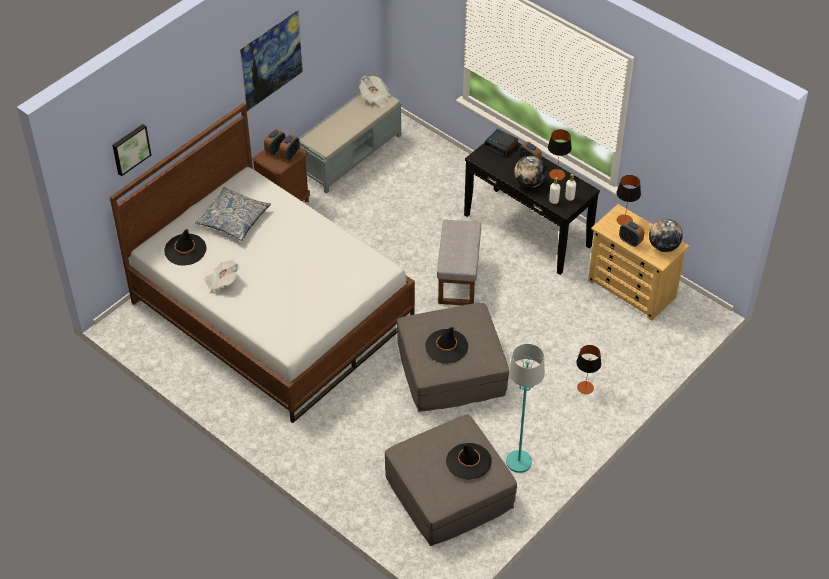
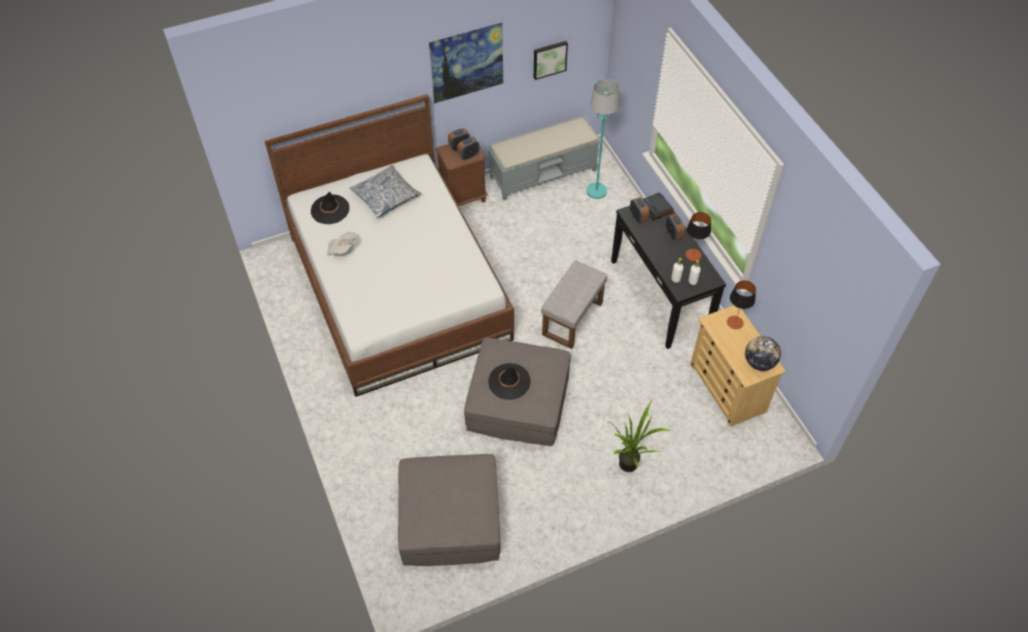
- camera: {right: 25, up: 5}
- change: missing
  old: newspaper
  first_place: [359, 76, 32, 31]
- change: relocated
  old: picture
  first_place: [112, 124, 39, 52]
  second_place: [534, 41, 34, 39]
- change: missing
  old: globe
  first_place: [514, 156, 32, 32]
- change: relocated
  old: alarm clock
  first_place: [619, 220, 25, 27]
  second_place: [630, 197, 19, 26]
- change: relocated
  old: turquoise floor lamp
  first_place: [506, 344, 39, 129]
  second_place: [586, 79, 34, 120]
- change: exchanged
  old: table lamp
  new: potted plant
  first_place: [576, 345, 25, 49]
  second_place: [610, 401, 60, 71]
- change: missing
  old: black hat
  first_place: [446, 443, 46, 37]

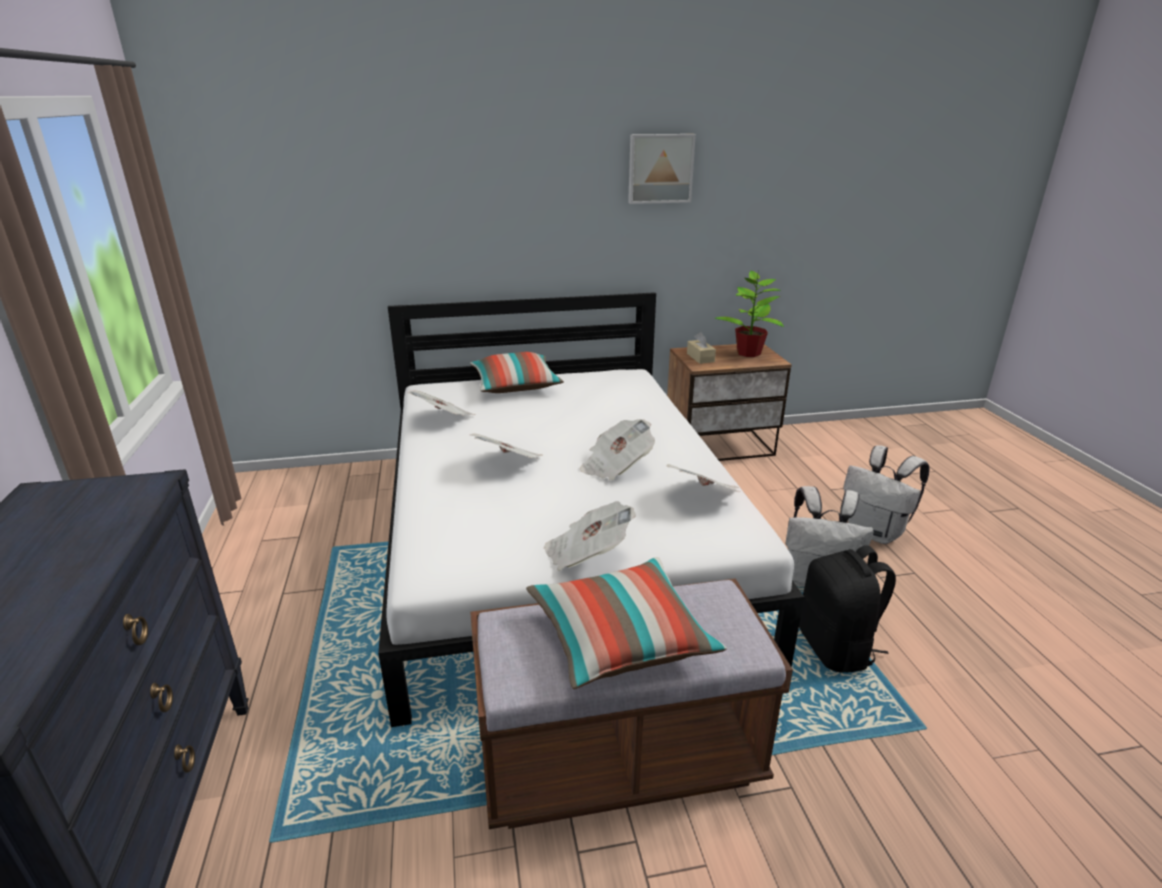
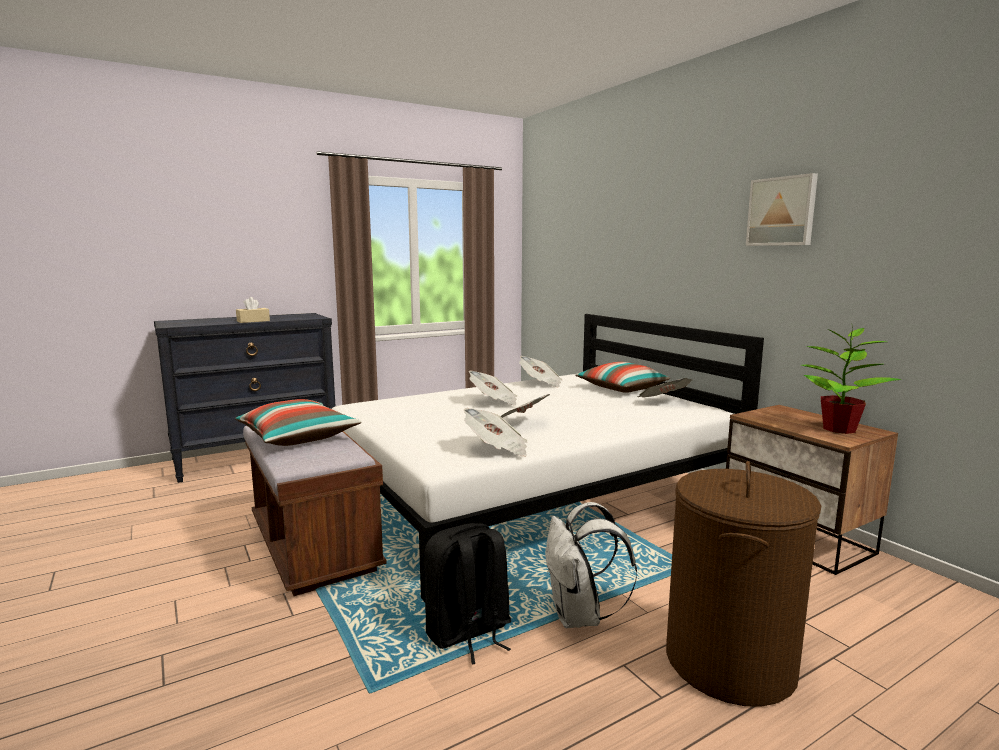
- camera: {right: 70, up: -15}
- change: relocated
  old: beige tissue box
  first_place: [687, 332, 29, 32]
  second_place: [236, 297, 34, 26]
- change: exchanged
  old: white backpack
  new: brown laundry basket
  first_place: [843, 445, 87, 99]
  second_place: [666, 461, 155, 246]
- change: relocated
  old: newspaper
  first_place: [544, 501, 92, 70]
  second_place: [637, 378, 55, 19]

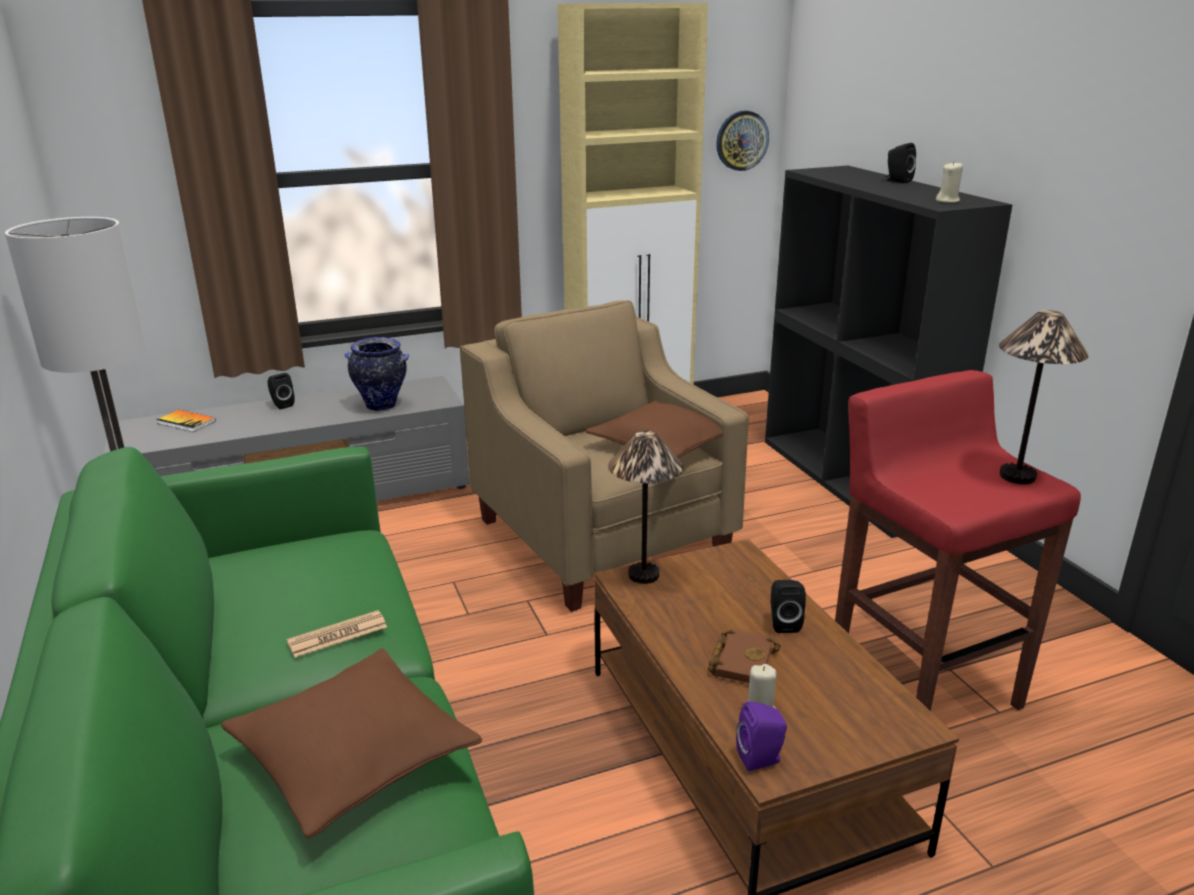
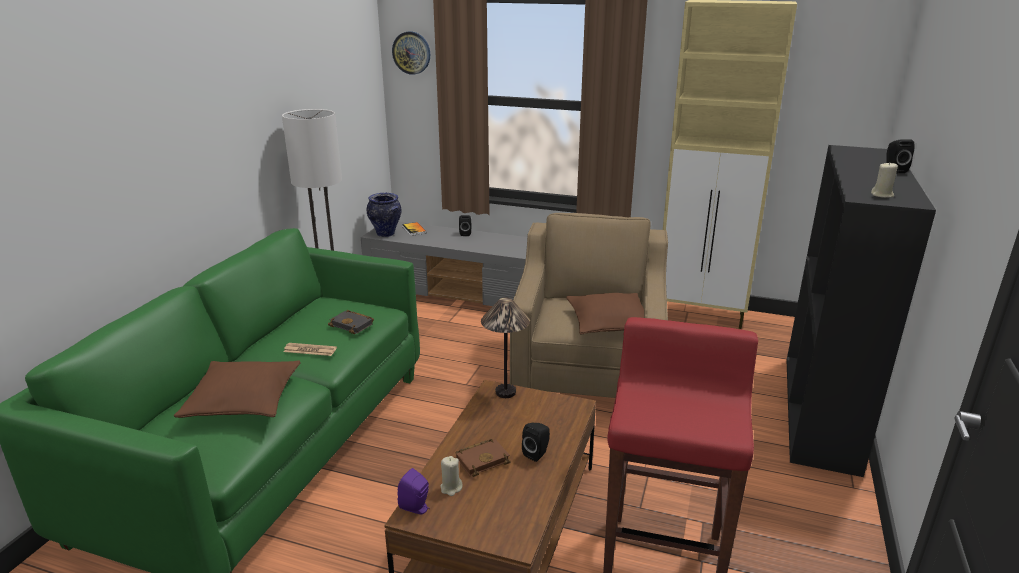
- camera: {right: 40, up: 0}
- change: relocated
  old: wall clock
  first_place: [716, 111, 53, 60]
  second_place: [392, 31, 38, 44]
- change: missing
  old: table lamp
  first_place: [999, 310, 90, 174]
- change: relocated
  old: vase
  first_place: [345, 337, 64, 74]
  second_place: [367, 193, 34, 44]
- change: appeared
  new: black book
  second_place: [328, 310, 46, 24]

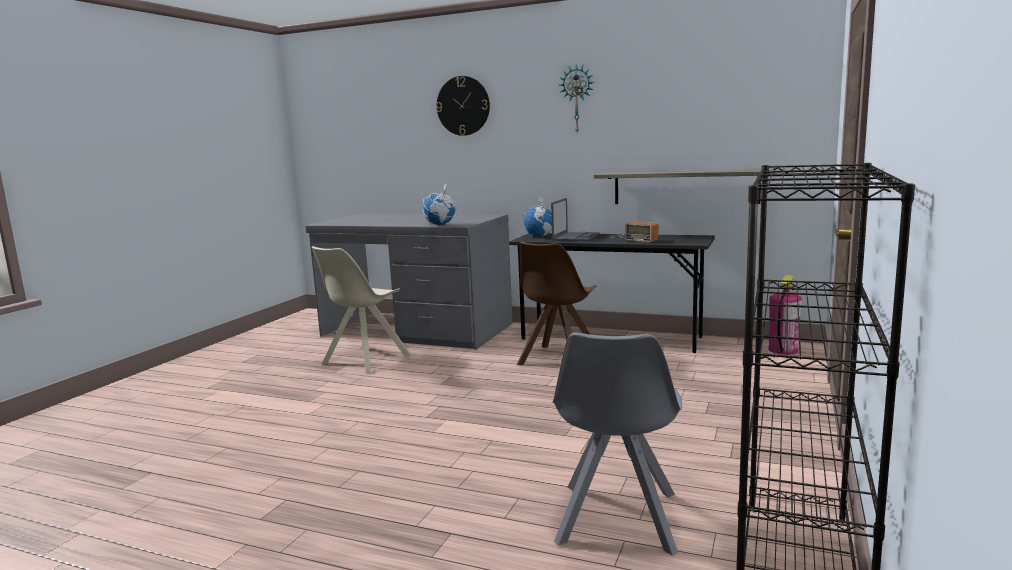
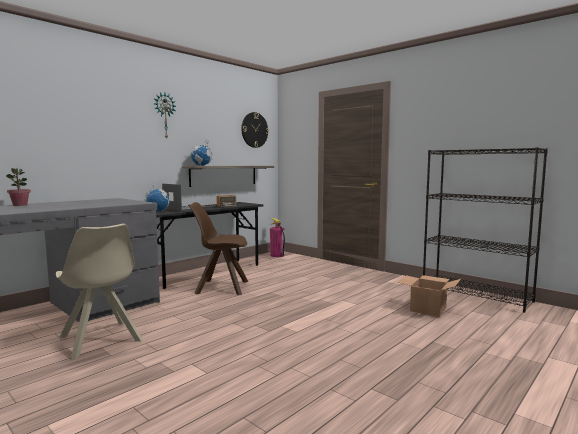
- camera: {right: -70, up: -5}
- change: relocated
  old: wall clock
  first_place: [436, 76, 54, 60]
  second_place: [241, 112, 28, 36]
- change: relocated
  old: globe
  first_place: [423, 184, 35, 41]
  second_place: [191, 139, 22, 27]
- change: spun
  old: brown chair
  first_place: [517, 242, 80, 123]
  second_place: [188, 202, 60, 93]
  degrees: 135
- change: exchanged
  old: grey chair
  new: cardboard box
  first_place: [552, 332, 130, 224]
  second_place: [397, 275, 64, 42]
- change: appeared
  new: potted plant
  second_place: [6, 168, 25, 38]

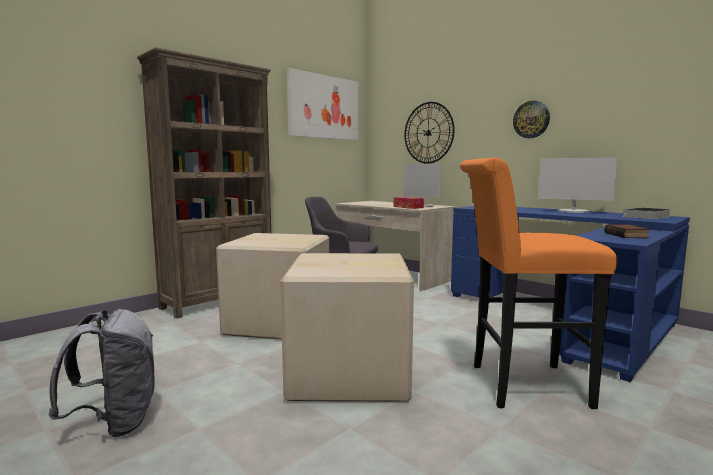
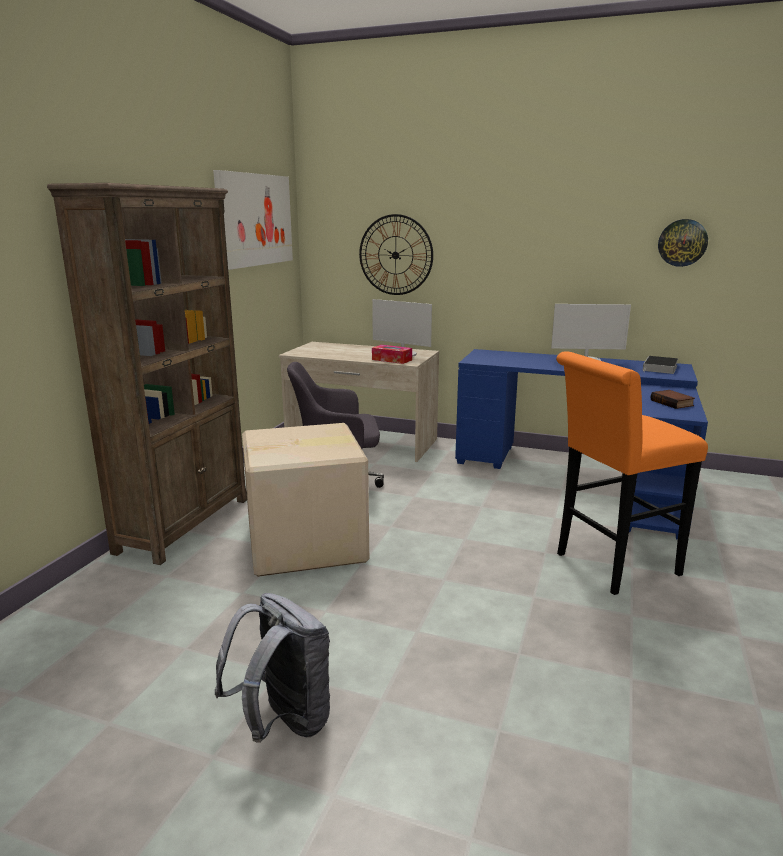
- camera: {right: -25, up: 10}
- change: relocated
  old: wall clock
  first_place: [513, 101, 37, 37]
  second_place: [658, 219, 50, 48]
- change: missing
  old: cardboard box
  first_place: [280, 253, 134, 149]

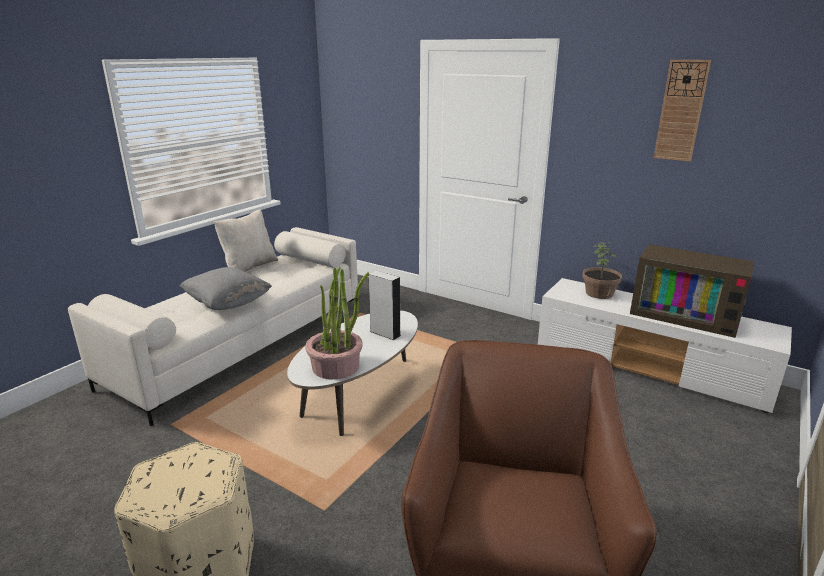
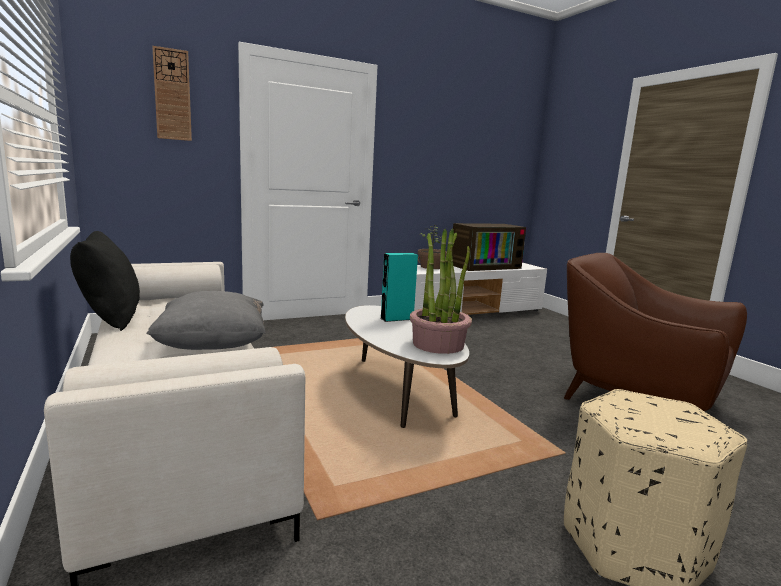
- camera: {right: -60, up: -10}
- change: relocated
  old: wall clock
  first_place: [654, 60, 57, 102]
  second_place: [152, 46, 40, 95]
- change: colour
  old: beige pillow
  new: black pillow
  first_place: [213, 209, 65, 63]
  second_place: [70, 231, 70, 100]
- change: colour
  old: grey speaker
  new: turquoise speaker
  first_place: [369, 271, 32, 69]
  second_place: [380, 253, 38, 69]

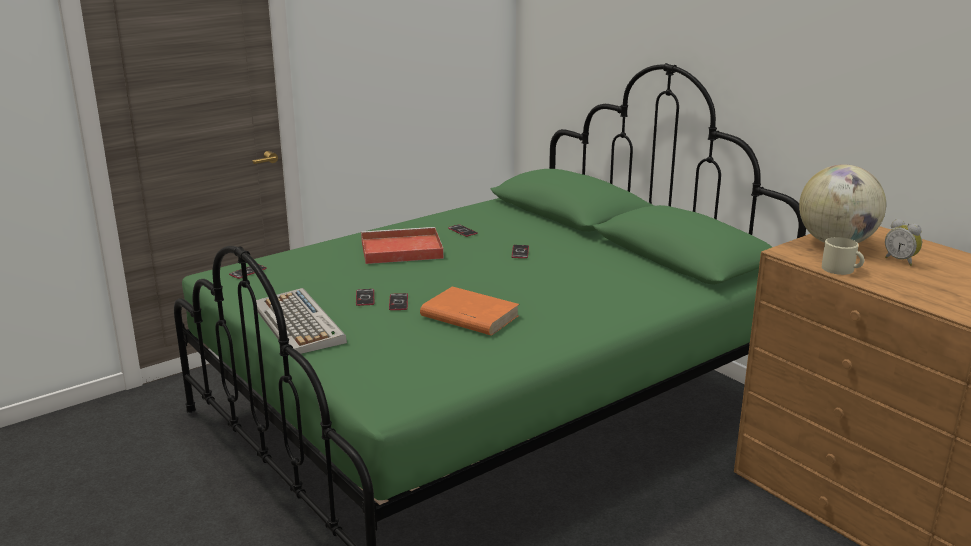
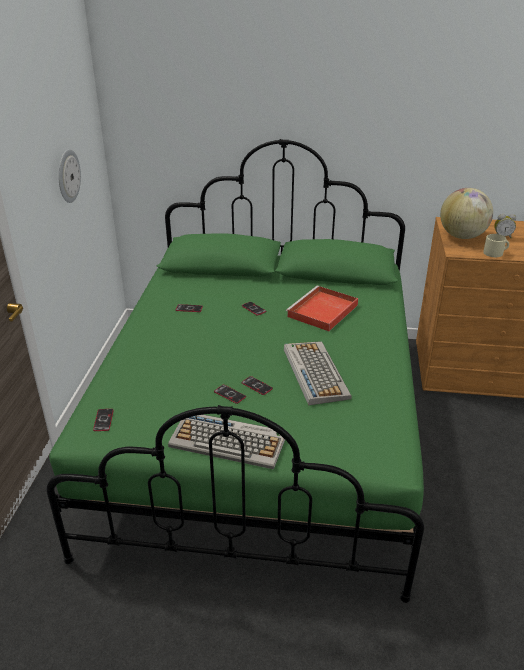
- camera: {right: -45, up: 10}
- change: relocated
  old: red tray
  first_place: [361, 227, 83, 37]
  second_place: [286, 286, 72, 45]
- change: exchanged
  old: orange book
  new: keyboard
  first_place: [420, 286, 100, 49]
  second_place: [284, 341, 68, 64]
- change: appeared
  new: wall clock
  second_place: [58, 149, 23, 54]

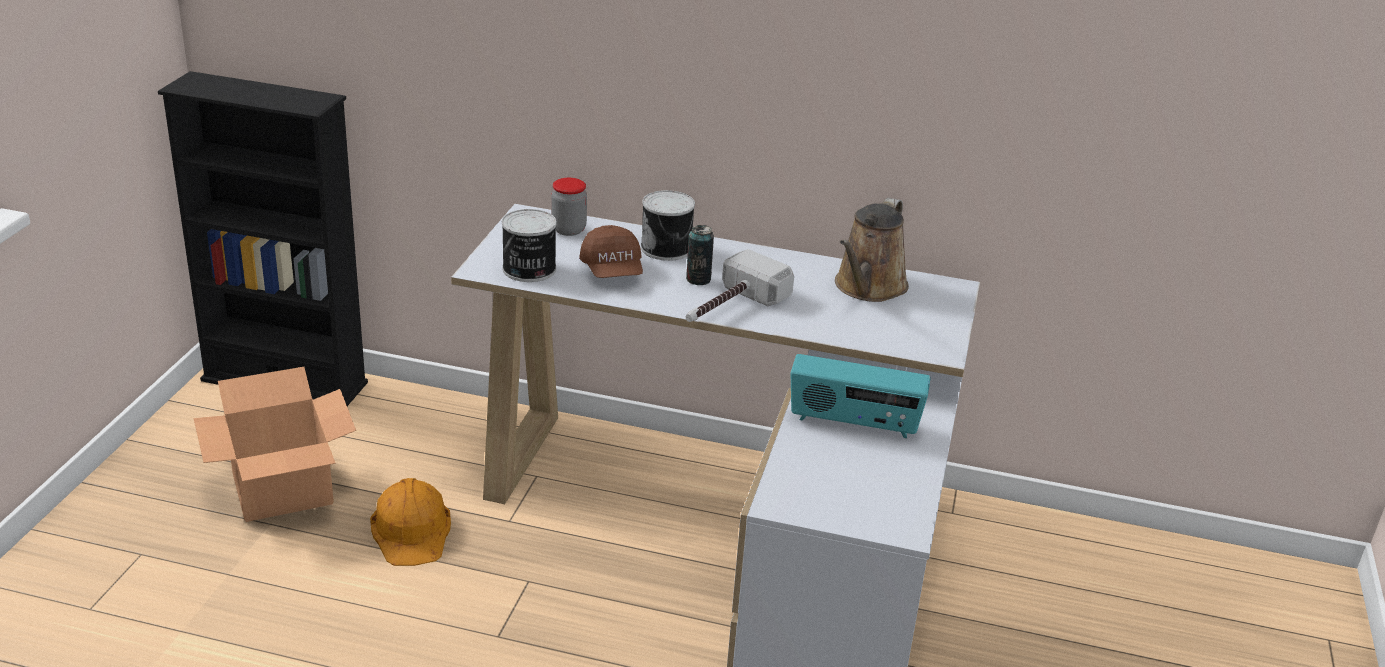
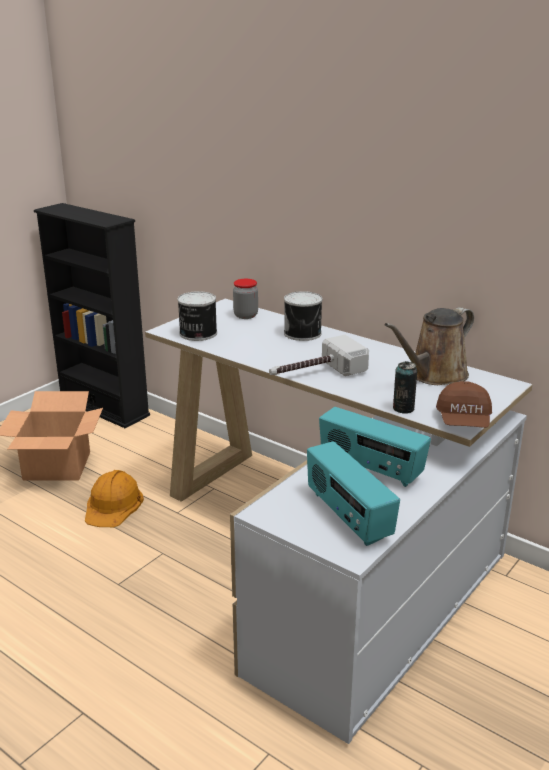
- camera: {right: 25, up: -5}
- change: relocated
  old: brown cap
  first_place: [579, 225, 64, 53]
  second_place: [436, 381, 56, 47]
- change: relocated
  old: can
  first_place: [686, 225, 28, 60]
  second_place: [393, 361, 24, 53]
- change: appeared
  new: radio
  second_place: [307, 441, 93, 105]

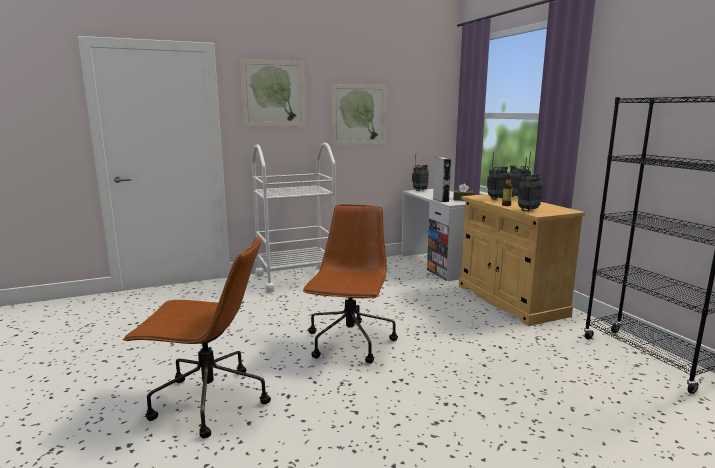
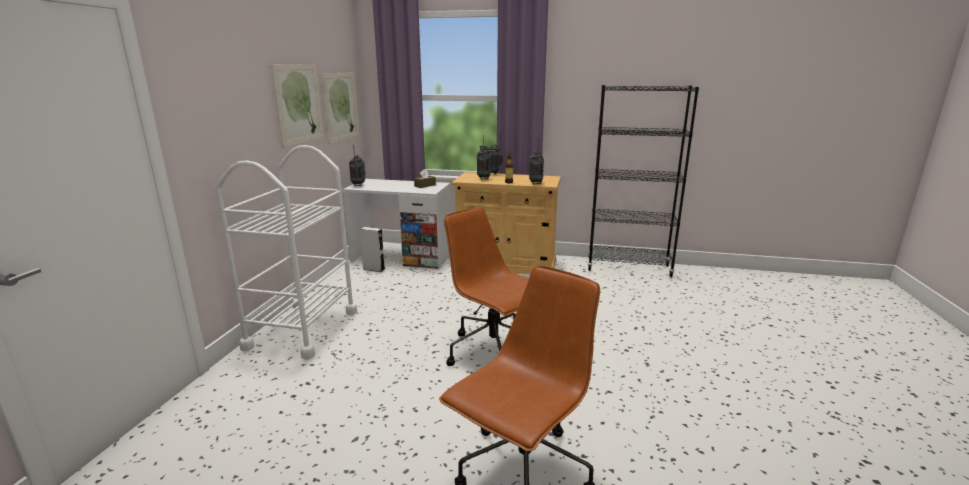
- camera: {right: -55, up: 5}
- change: relocated
  old: picture
  first_place: [240, 59, 66, 68]
  second_place: [321, 73, 38, 71]
- change: relocated
  old: grey speaker
  first_place: [433, 157, 18, 45]
  second_place: [360, 227, 25, 45]

